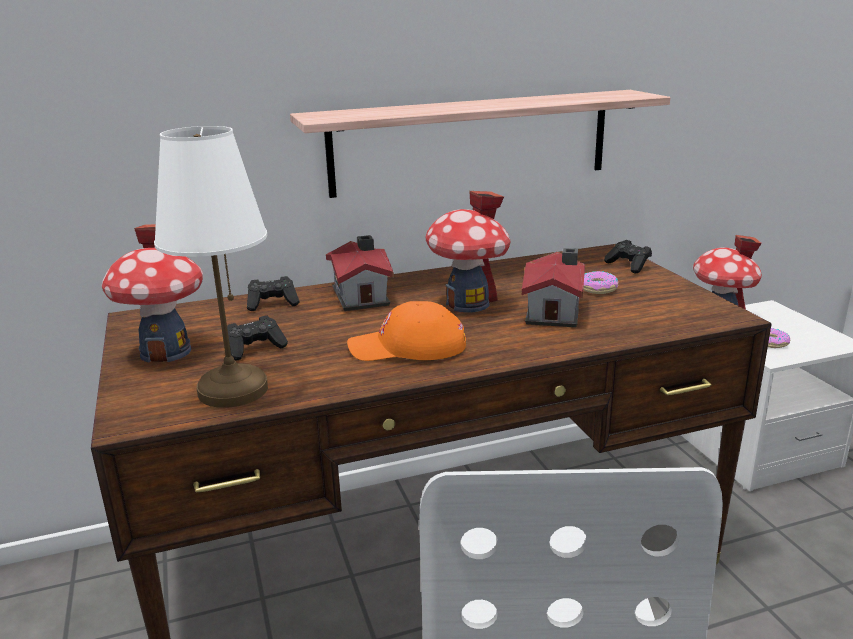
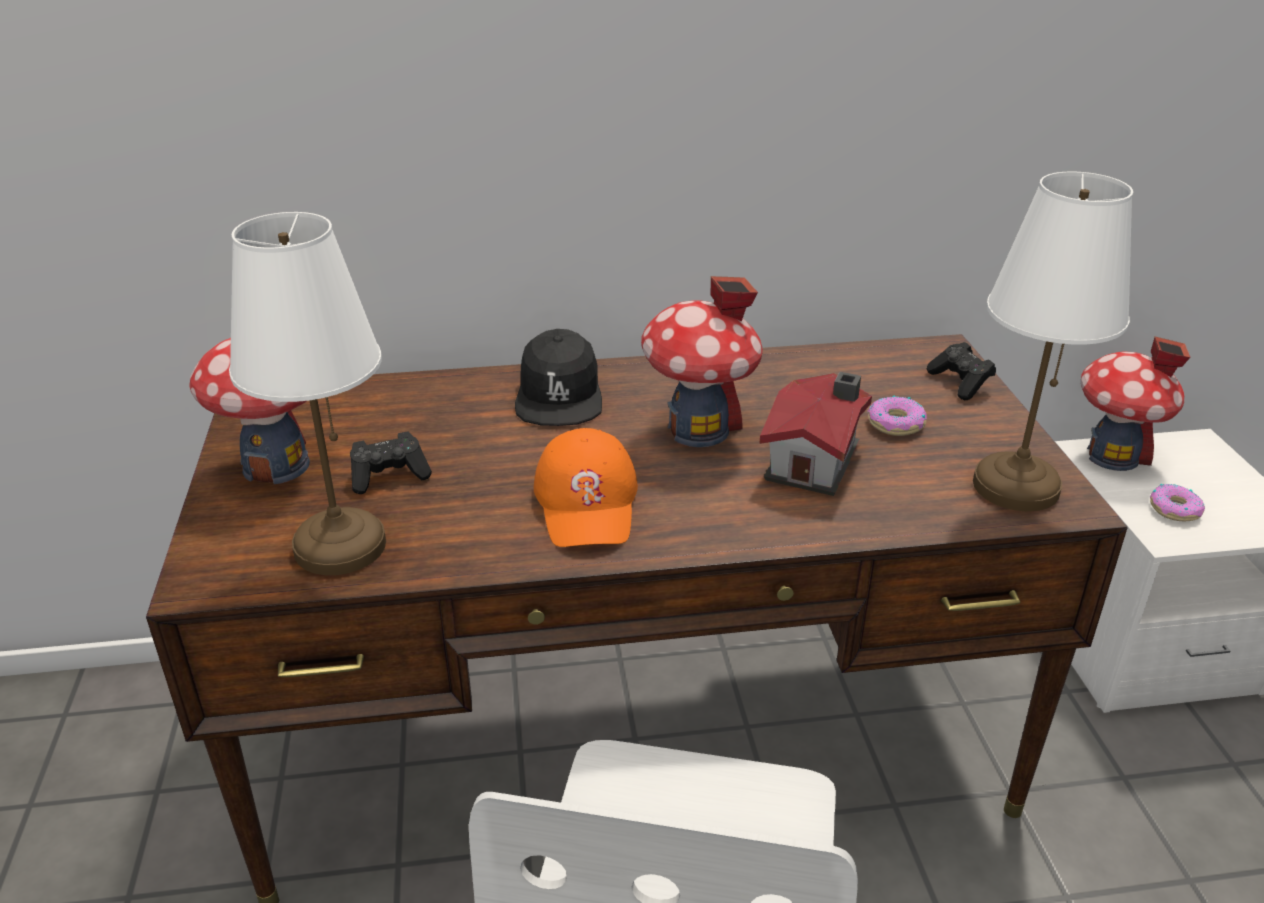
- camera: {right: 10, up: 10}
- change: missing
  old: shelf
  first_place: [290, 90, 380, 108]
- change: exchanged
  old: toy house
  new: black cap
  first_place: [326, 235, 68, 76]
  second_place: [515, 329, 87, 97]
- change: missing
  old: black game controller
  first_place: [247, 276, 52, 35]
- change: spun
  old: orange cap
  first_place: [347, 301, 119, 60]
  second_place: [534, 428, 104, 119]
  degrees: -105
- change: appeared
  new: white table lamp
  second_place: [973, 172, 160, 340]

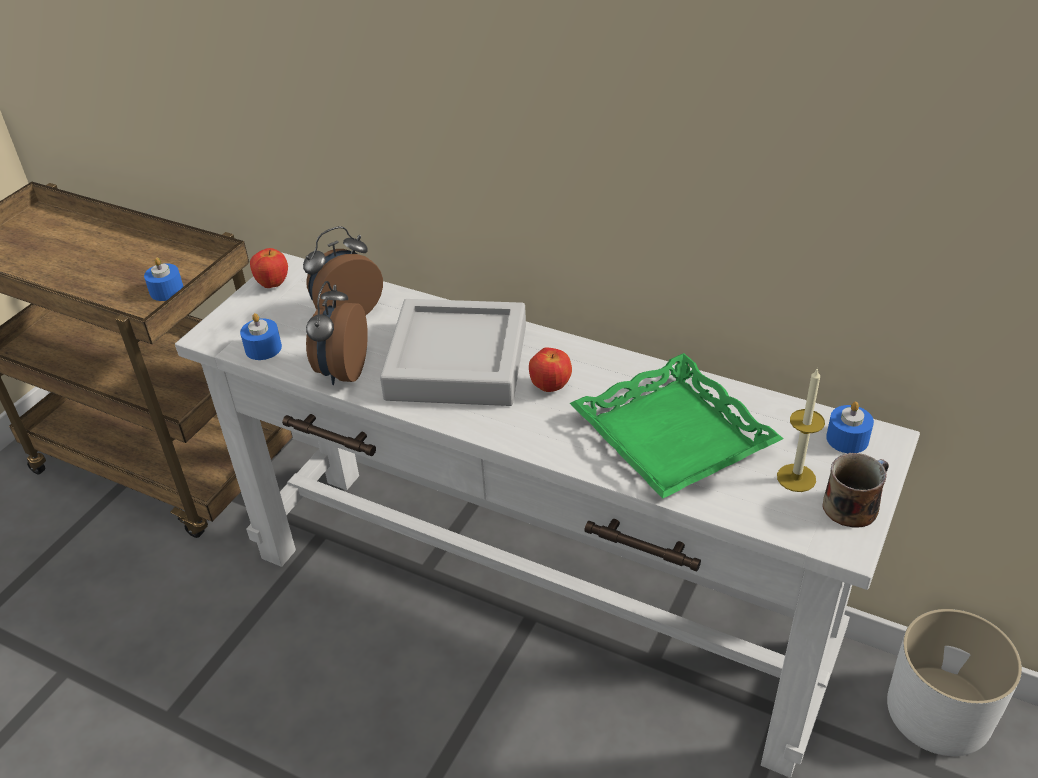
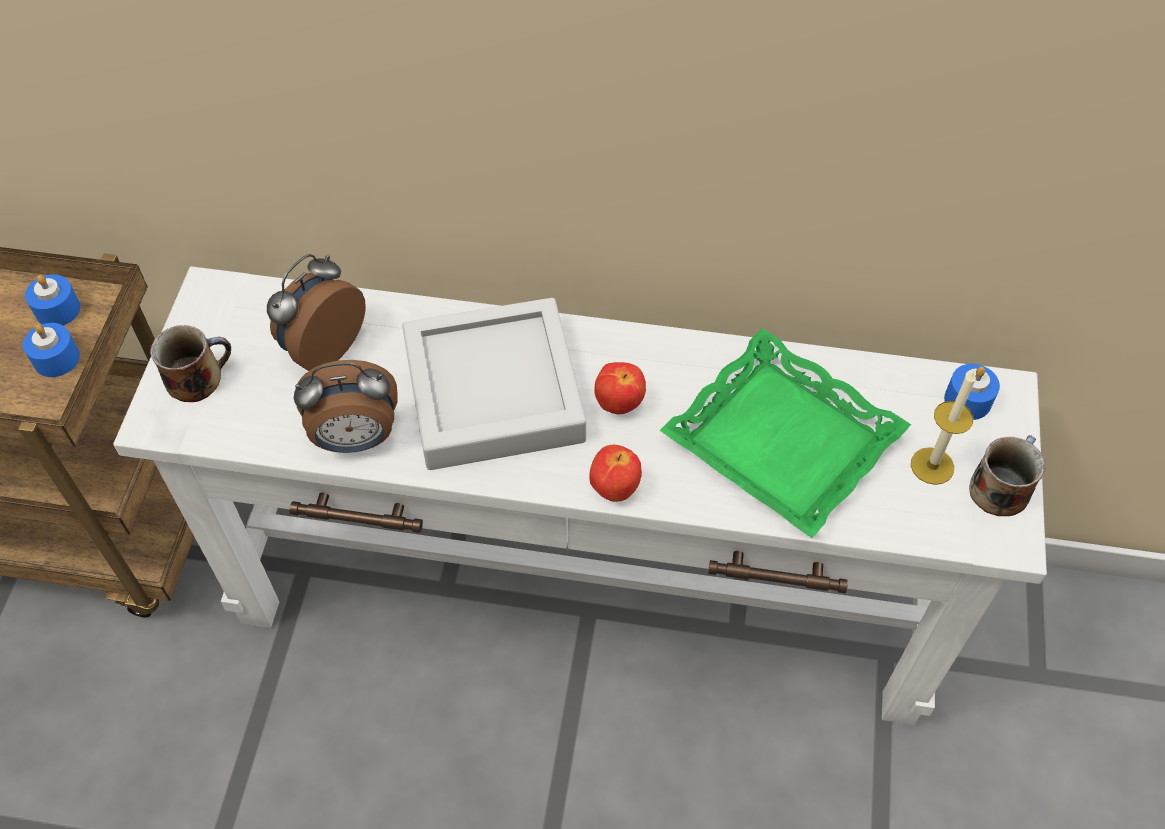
- camera: {right: -20, up: 15}
- change: relocated
  old: apple
  first_place: [250, 248, 38, 40]
  second_place: [589, 445, 53, 57]
- change: spun
  old: alarm clock
  first_place: [306, 281, 62, 104]
  second_place: [294, 360, 104, 93]
  degrees: -90
- change: relocated
  old: blue candle
  first_place: [240, 313, 42, 47]
  second_place: [25, 274, 55, 52]
- change: missing
  old: white planter
  first_place: [887, 609, 135, 147]
- change: appeared
  new: mug
  second_place: [150, 325, 81, 77]

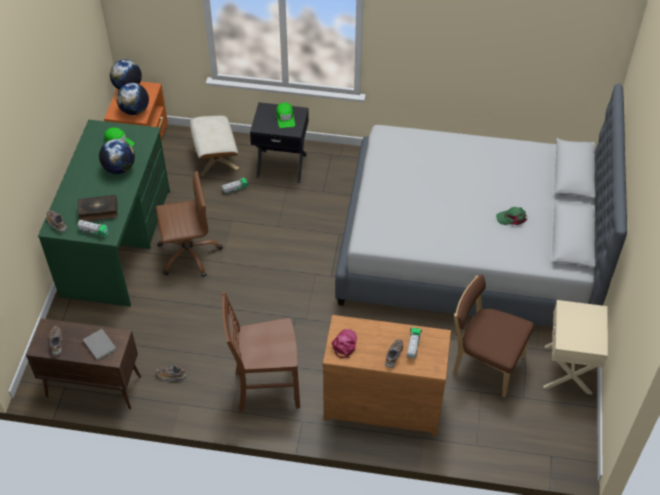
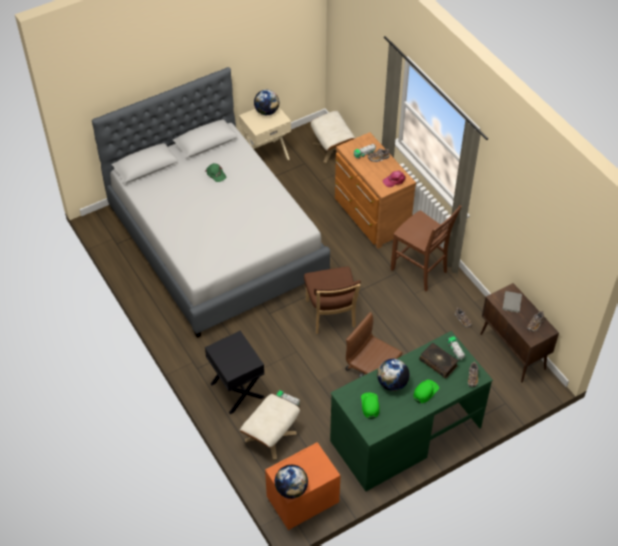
- camera: {right: -130, up: 0}
- change: relocated
  old: globe
  first_place: [116, 83, 33, 32]
  second_place: [254, 90, 26, 25]
- change: relocated
  old: green cap
  first_place: [276, 102, 19, 26]
  second_place: [413, 380, 26, 23]
- change: relocated
  old: brown chair
  first_place: [453, 275, 81, 122]
  second_place: [304, 267, 57, 67]
- change: appeared
  new: beige ottoman
  second_place: [311, 111, 44, 52]

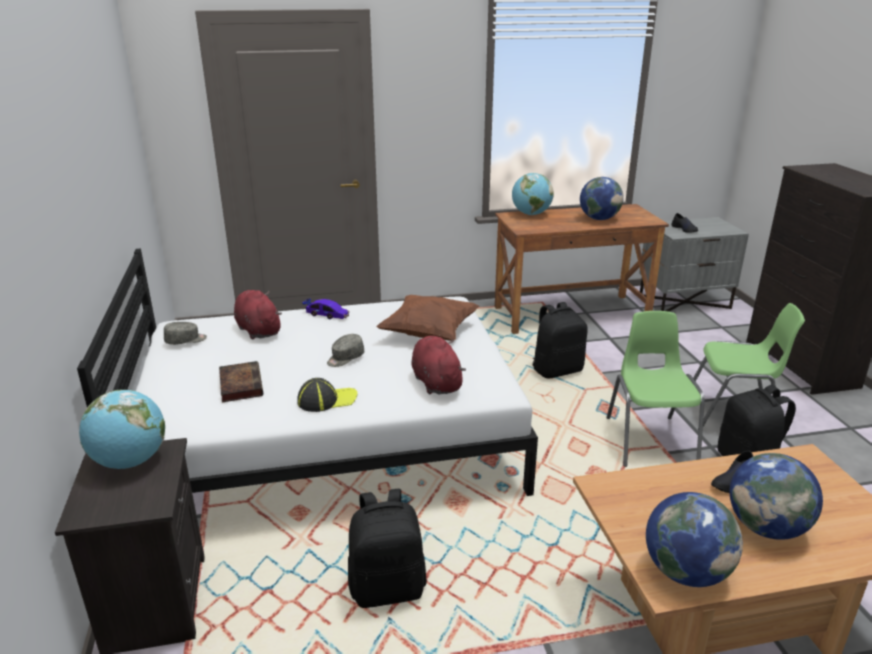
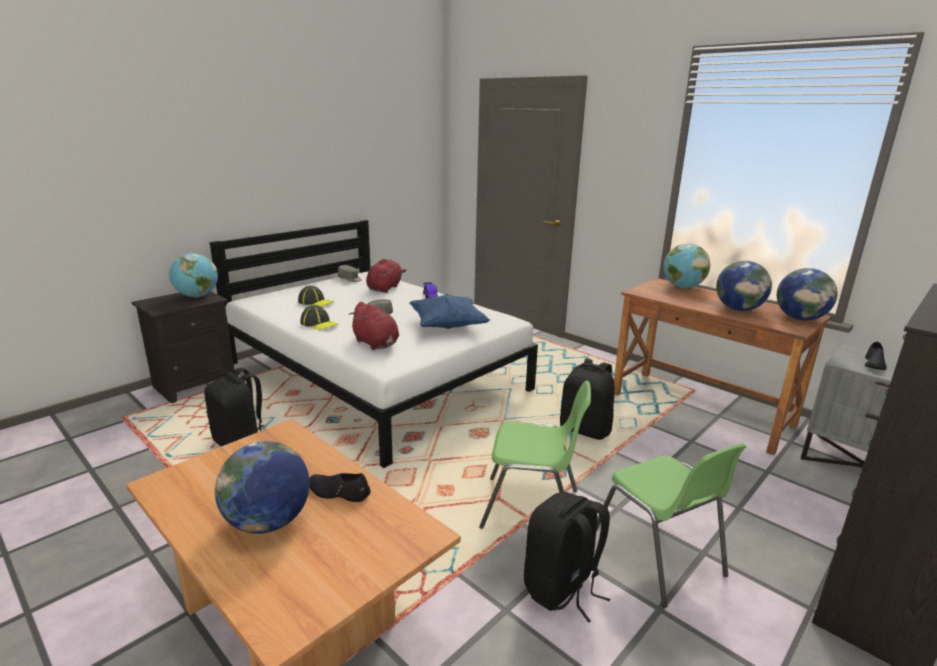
- camera: {right: 55, up: -5}
- change: colour
  old: brown pillow
  new: blue pillow
  first_place: [376, 295, 104, 46]
  second_place: [409, 295, 81, 34]
- change: spun
  old: green chair
  first_place: [606, 311, 99, 156]
  second_place: [479, 380, 112, 149]
  degrees: 45
- change: spun
  old: red plush toy
  first_place: [412, 336, 54, 58]
  second_place: [349, 302, 50, 48]
  degrees: 105
- change: exchanged
  old: book
  new: cap
  first_place: [219, 361, 44, 41]
  second_place: [298, 286, 37, 21]
- change: relocated
  old: globe
  first_place: [646, 492, 97, 95]
  second_place: [777, 268, 60, 52]

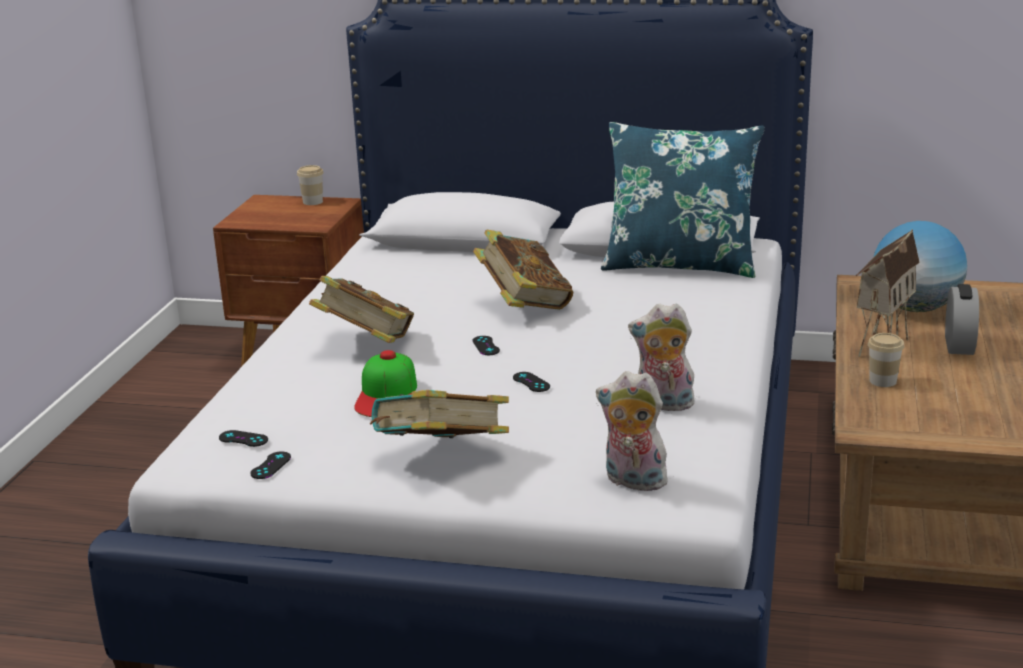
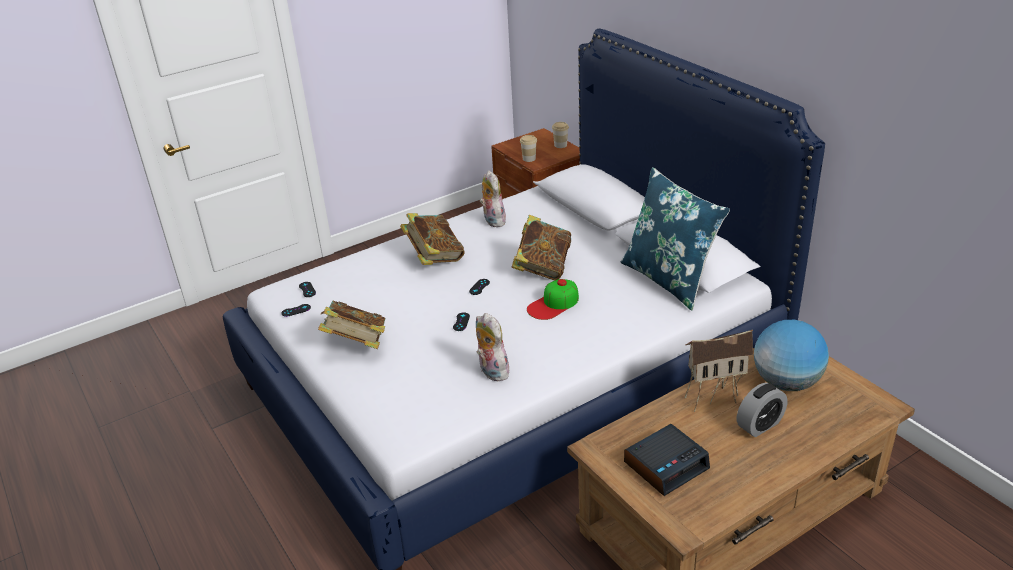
- camera: {right: 45, up: 10}
- change: relocated
  old: cup
  first_place: [868, 333, 36, 54]
  second_place: [520, 135, 17, 27]
- change: relocated
  old: cap
  first_place: [354, 350, 63, 67]
  second_place: [527, 279, 52, 41]
- change: relocated
  old: plush toy
  first_place: [596, 371, 72, 120]
  second_place: [480, 170, 26, 57]
- change: appeared
  new: alarm clock
  second_place: [624, 424, 86, 72]

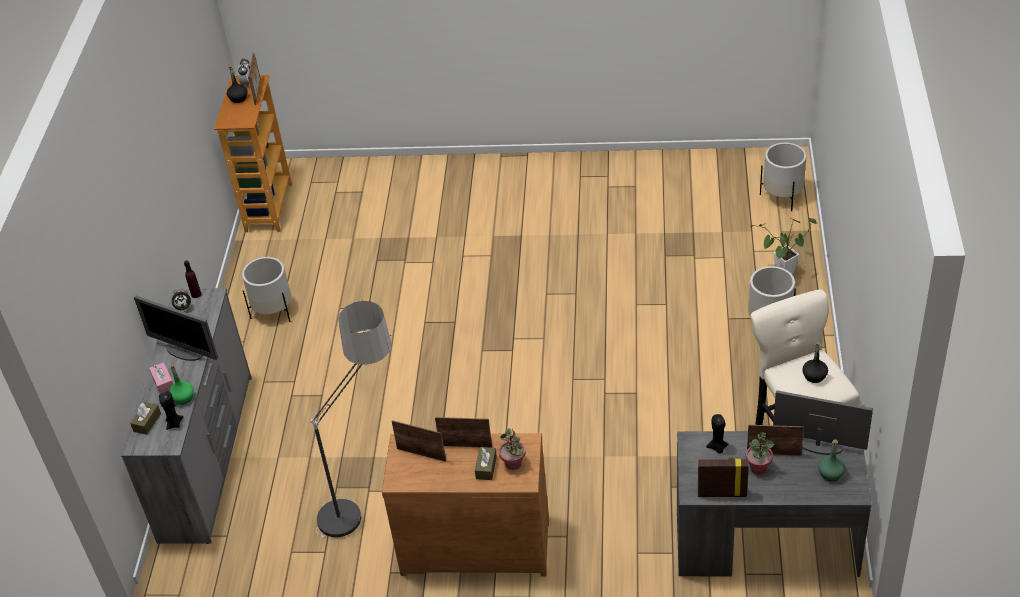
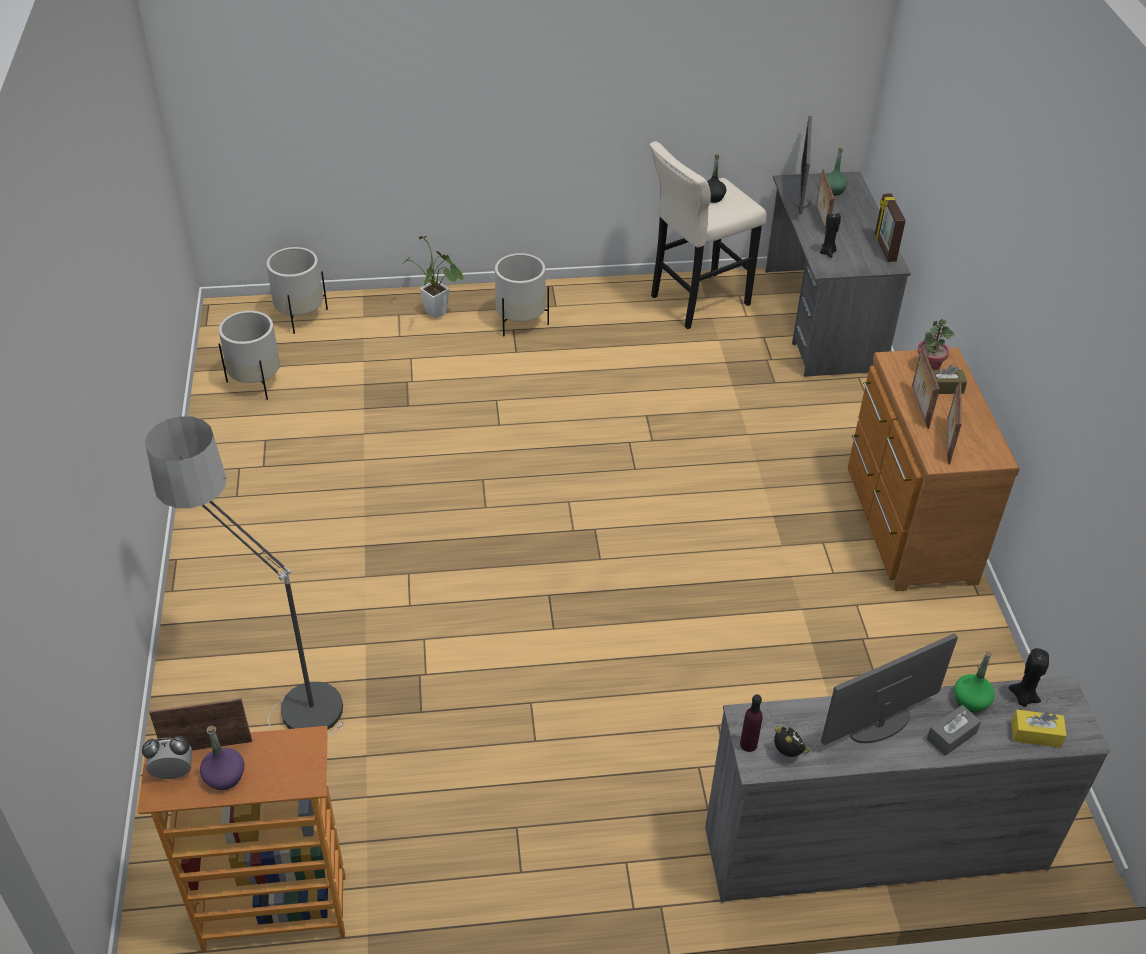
- camera: {right: -105, up: 0}
- change: colour
  old: black bottle
  new: purple bottle
  first_place: [227, 65, 20, 38]
  second_place: [200, 726, 45, 64]
- change: relocated
  old: white planter
  first_place: [242, 257, 49, 65]
  second_place: [218, 311, 62, 89]
- change: spun
  old: monitor
  first_place: [134, 296, 84, 65]
  second_place: [821, 633, 137, 112]
  degrees: -135
- change: relocated
  old: floor lamp
  first_place: [310, 301, 82, 238]
  second_place: [145, 417, 199, 318]
- change: colour
  old: pink tissue box
  new: grey tissue box
  first_place: [149, 362, 24, 32]
  second_place: [927, 705, 54, 51]
- change: colour
  old: brown tissue box
  new: yellow tissue box
  first_place: [130, 402, 31, 33]
  second_place: [1011, 710, 56, 38]
- change: missing
  old: potted plant
  first_place: [746, 432, 28, 43]

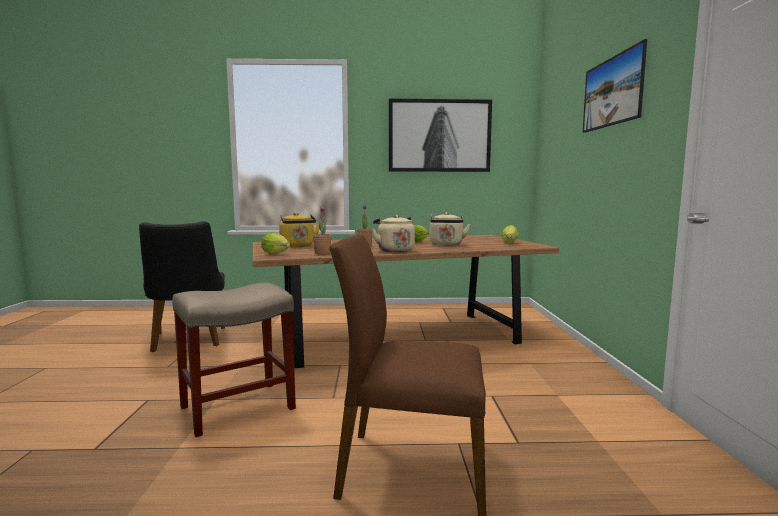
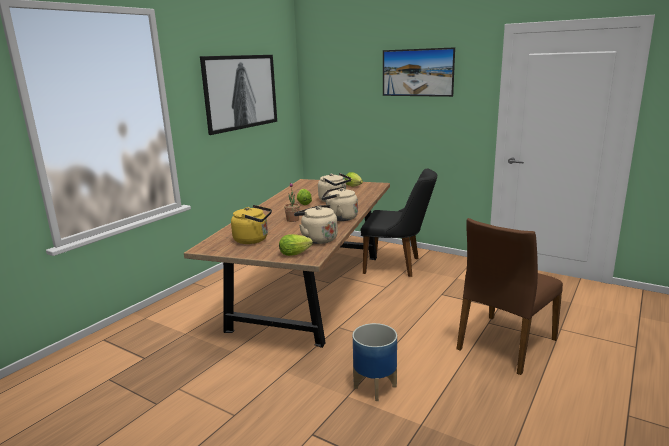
- camera: {right: -55, up: 10}
- change: exchanged
  old: potted plant
  new: beige kettle
  first_place: [313, 207, 18, 47]
  second_place: [294, 205, 44, 39]
- change: relocated
  old: black chair
  first_place: [139, 221, 86, 131]
  second_place: [361, 169, 76, 108]
- change: exchanged
  old: beige stool
  new: planter
  first_place: [172, 283, 124, 154]
  second_place: [353, 323, 44, 78]

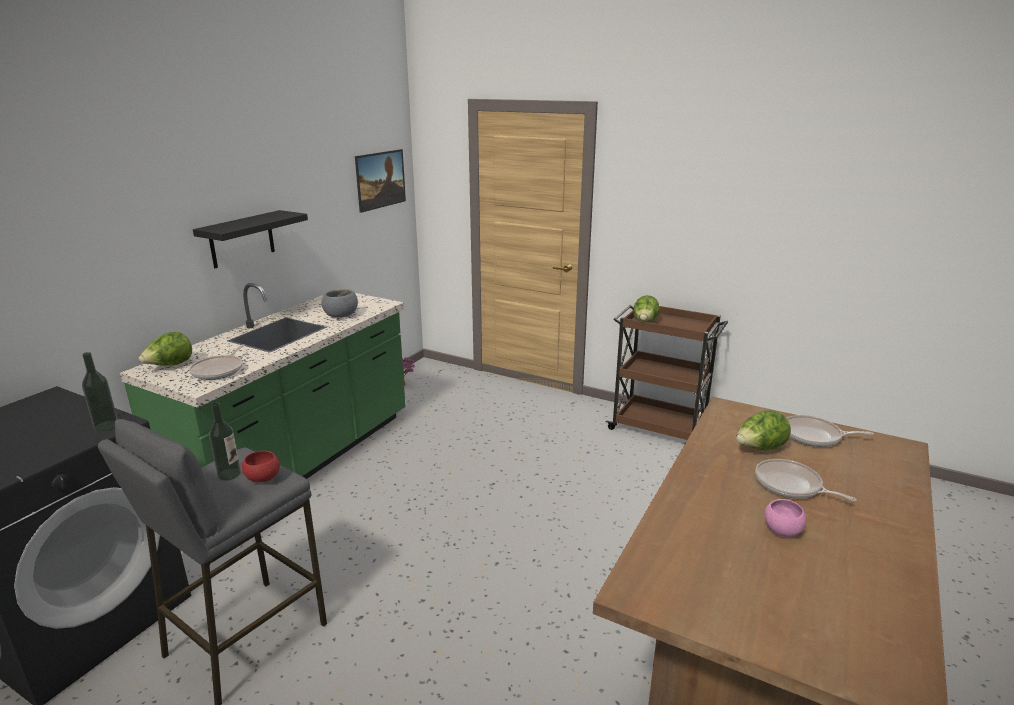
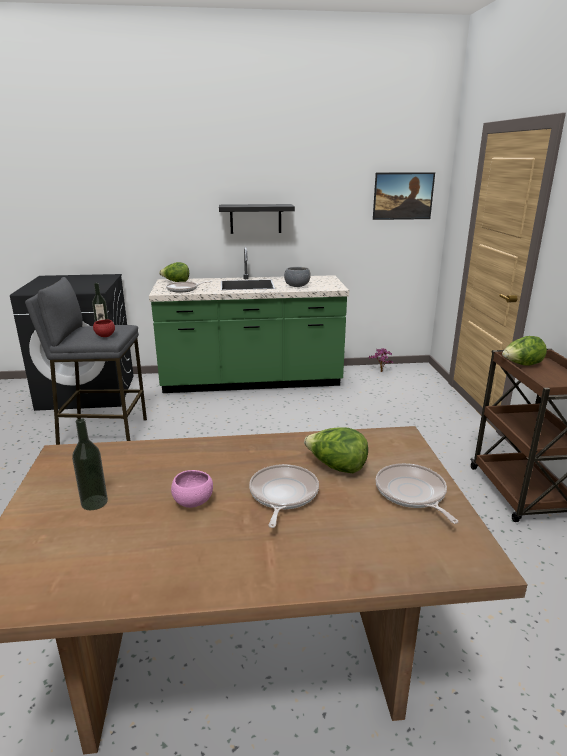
- camera: {right: 55, up: 0}
- change: relocated
  old: bottle
  first_place: [82, 352, 36, 79]
  second_place: [72, 418, 36, 92]

